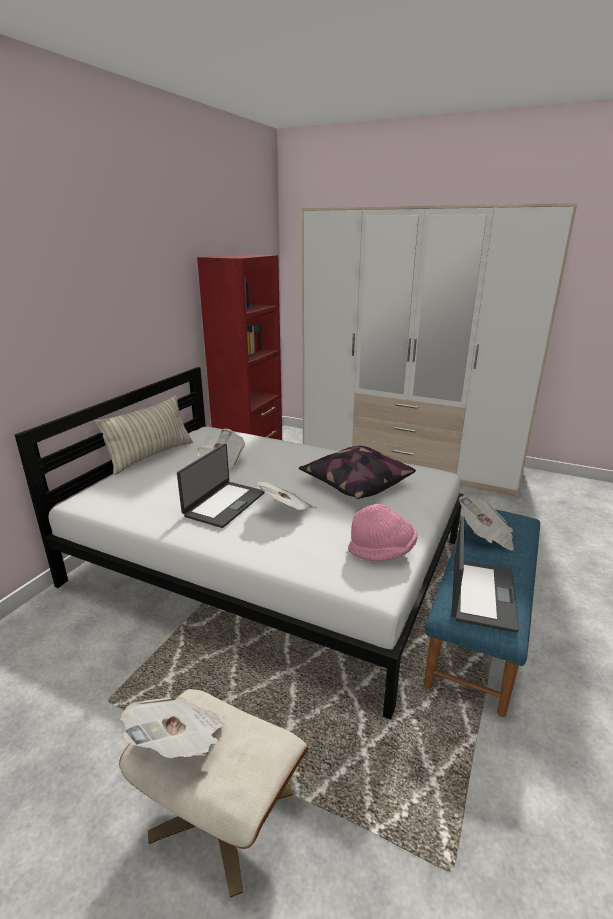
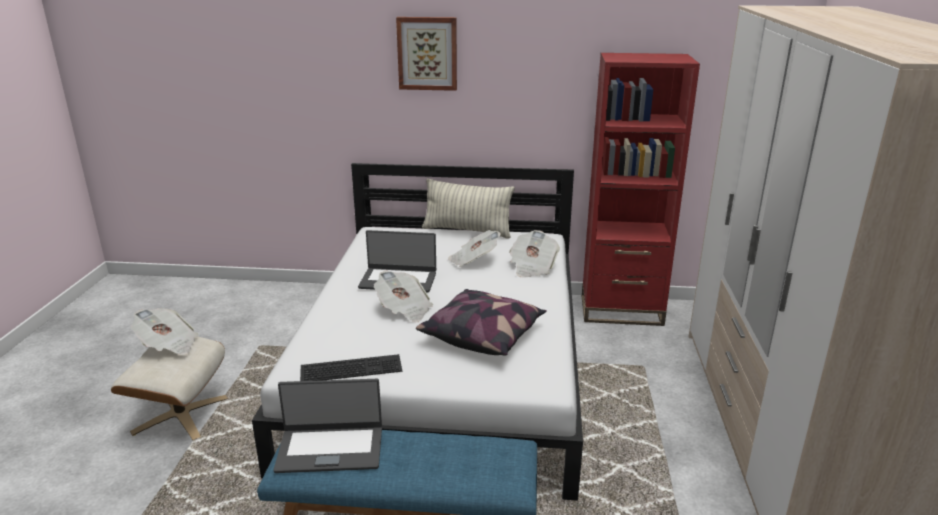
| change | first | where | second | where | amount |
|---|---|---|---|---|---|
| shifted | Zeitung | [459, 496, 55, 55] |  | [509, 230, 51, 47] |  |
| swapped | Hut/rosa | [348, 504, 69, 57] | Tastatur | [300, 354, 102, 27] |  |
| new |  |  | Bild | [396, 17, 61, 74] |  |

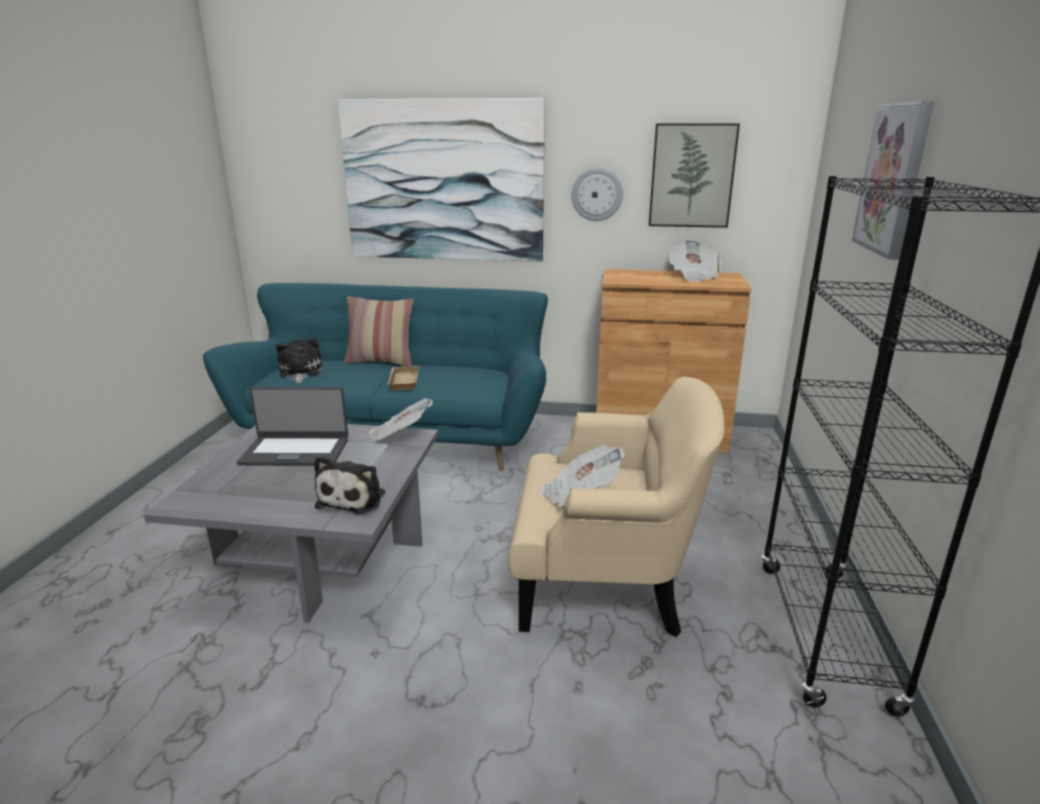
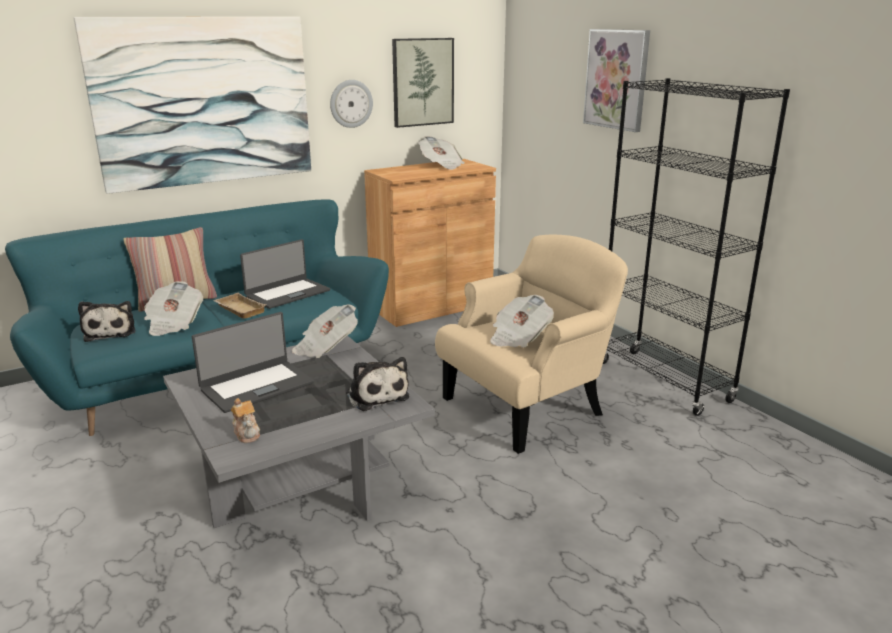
| change | first | where | second | where | amount |
|---|---|---|---|---|---|
| rotated | Plüschtier | [276, 338, 46, 45] |  | [78, 301, 58, 41] | 150 degrees counterclockwise |
| new |  |  | Laptop | [240, 239, 90, 70] |  |
| new |  |  | Zeitung | [144, 281, 59, 55] |  |
| new |  |  | Teekanne | [231, 398, 29, 45] |  |

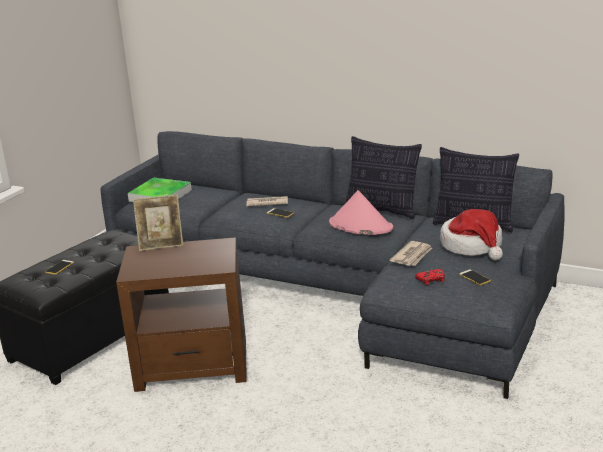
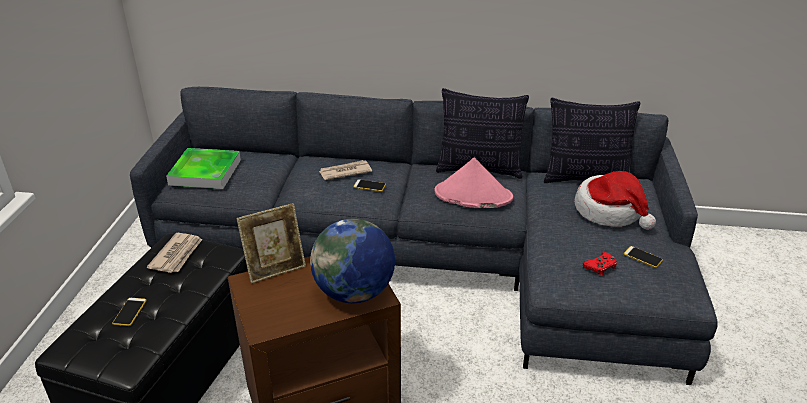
| change | first | where | second | where | amount |
|---|---|---|---|---|---|
| shifted | Zeitung | [390, 241, 42, 25] |  | [147, 233, 55, 40] |  |
| new |  |  | Globus | [310, 219, 85, 84] |  |

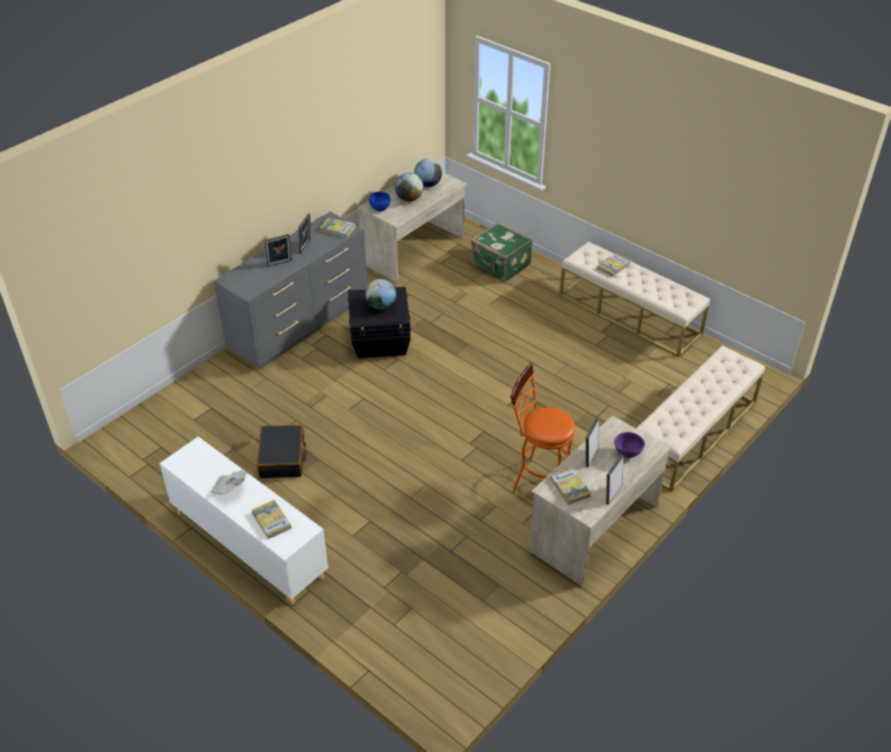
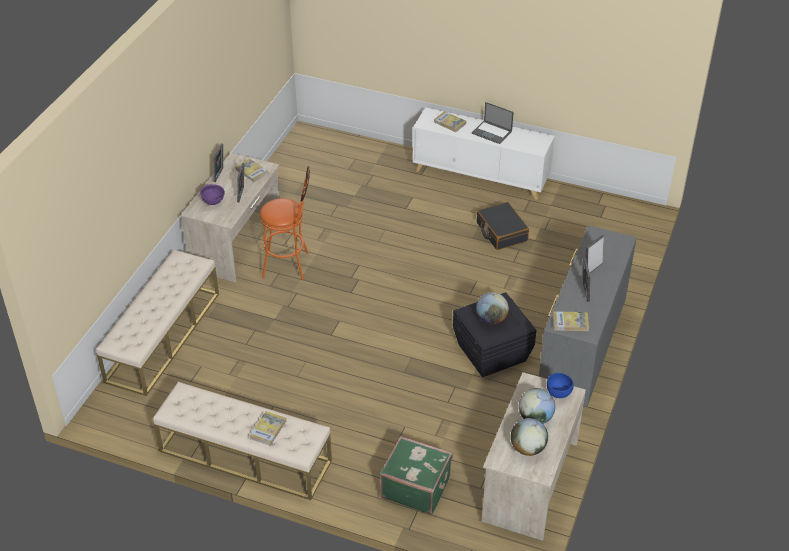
| change | first | where | second | where | amount |
|---|---|---|---|---|---|
| swapped | Zeitung | [210, 470, 38, 25] | Laptop | [472, 102, 42, 42] |  |

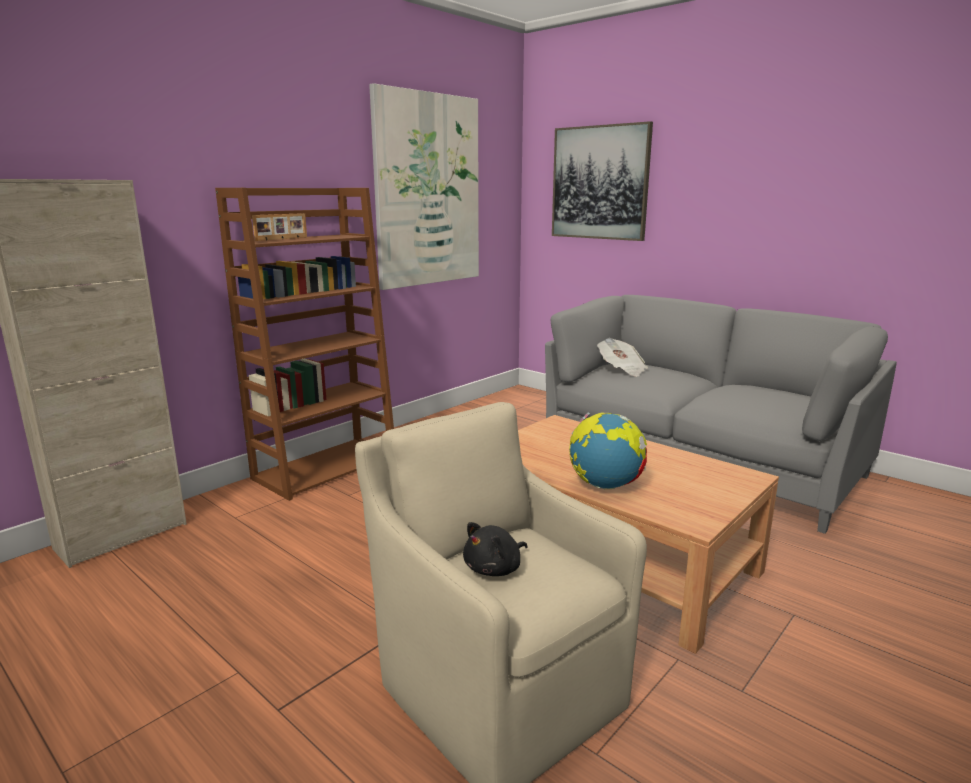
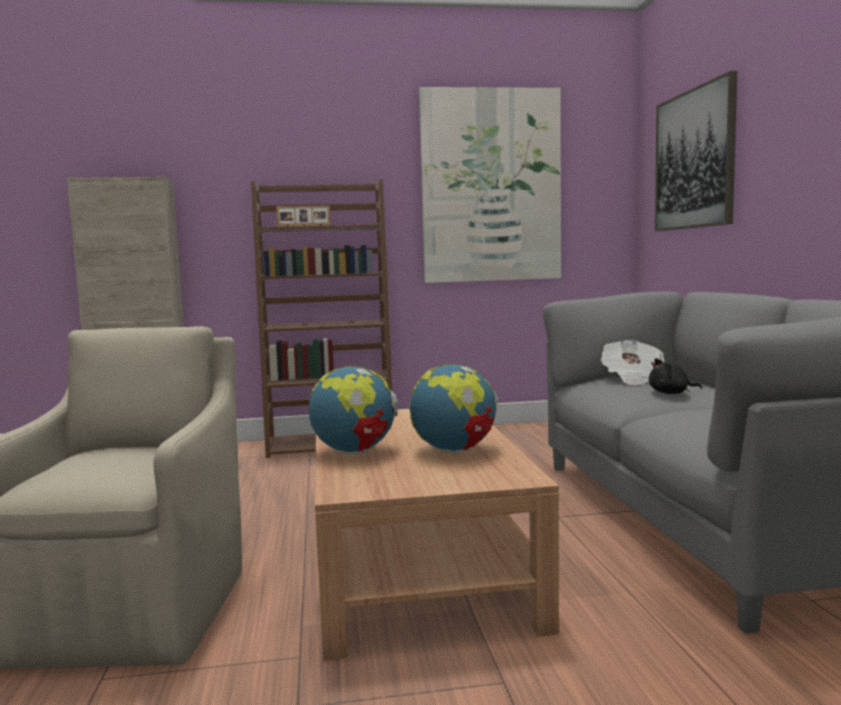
| change | first | where | second | where | amount |
|---|---|---|---|---|---|
| shifted | Plüschtier/schwarz | [463, 522, 65, 54] |  | [649, 358, 53, 36] |  |
| new |  |  | Globus | [409, 364, 89, 89] |  |

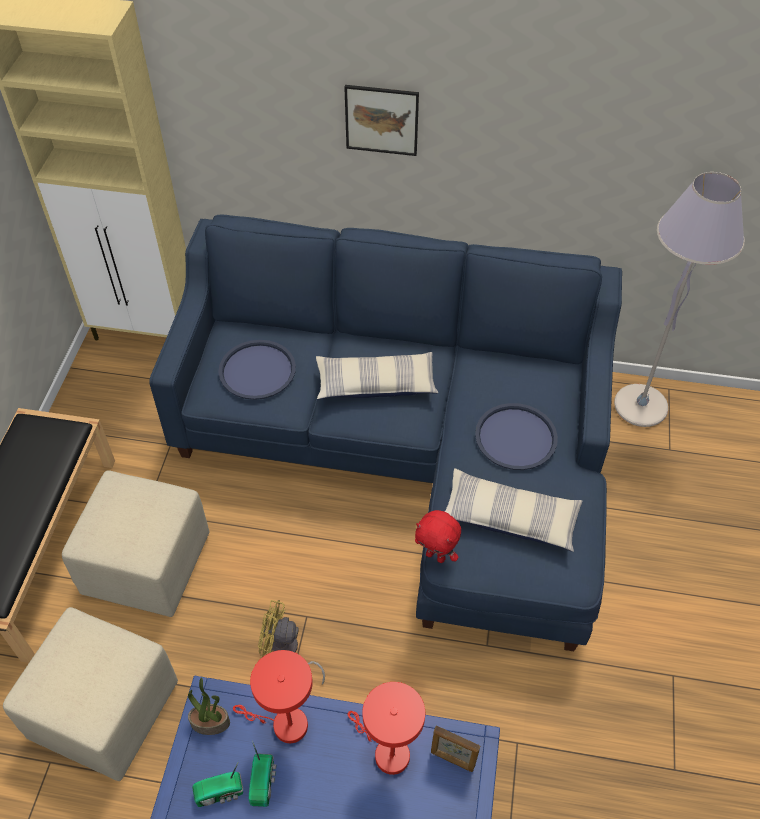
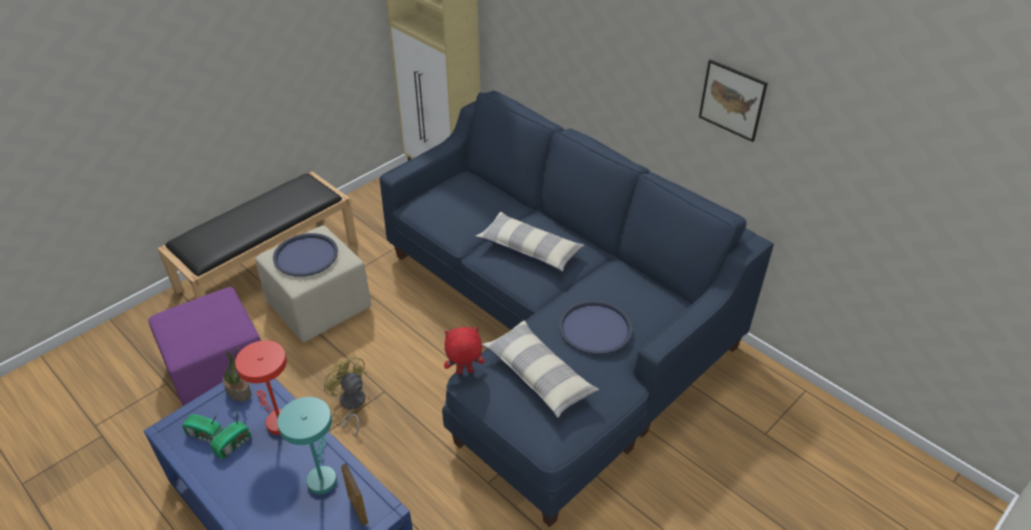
| change | first | where | second | where | amount |
|---|---|---|---|---|---|
| shifted | Bild | [344, 85, 75, 71] |  | [699, 59, 69, 83] |  |
| gone | Stehlampe/grau | [614, 172, 131, 255] |  |  |  |
| shifted | Tablett/blau | [218, 340, 78, 60] |  | [273, 233, 65, 44] |  |
| rotated | Plüschtier/rot | [415, 510, 46, 53] |  | [444, 327, 41, 47] | 105 degrees clockwise |
| repainted | Polsterhocker/beige | [3, 607, 175, 174] | Polsterhocker/lila | [148, 287, 113, 119] |  |
| repainted | Tischlampe/rot | [348, 682, 77, 93] | Tischlampe/türkis | [277, 397, 60, 97] |  |

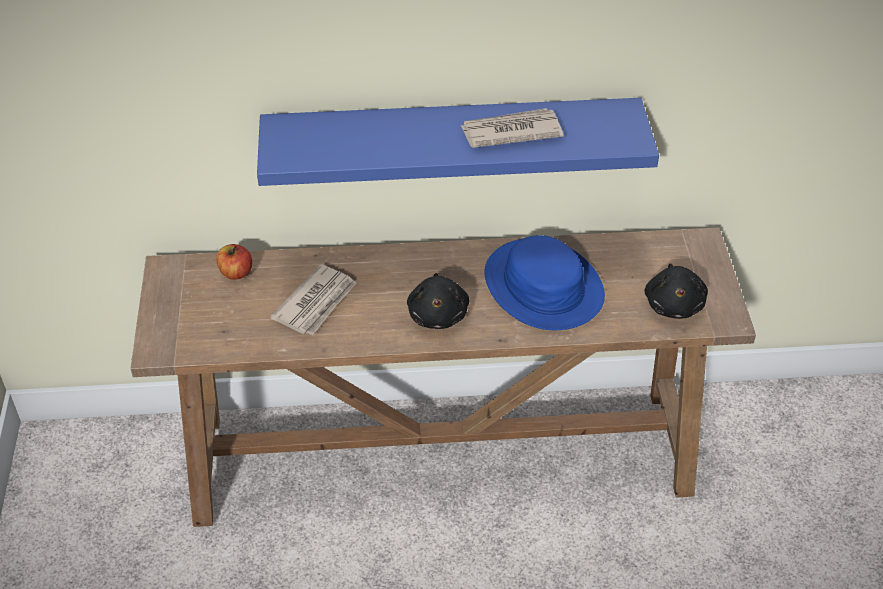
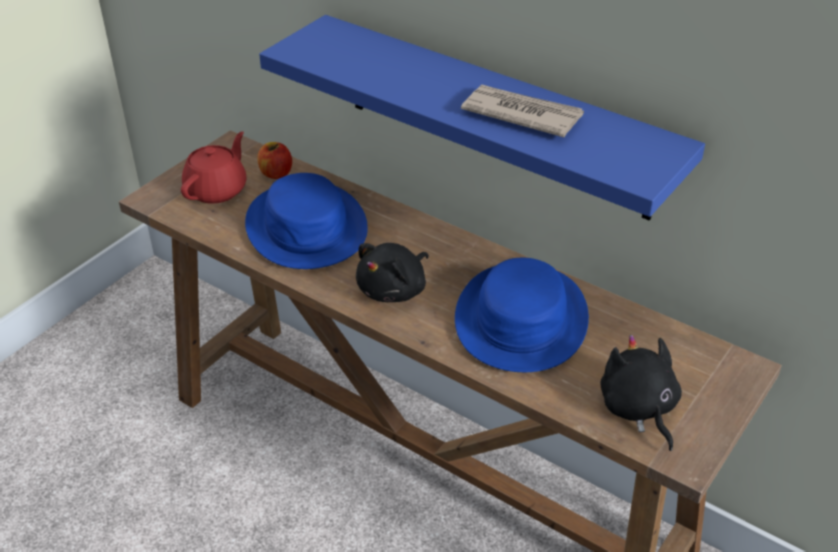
| change | first | where | second | where | amount |
|---|---|---|---|---|---|
| swapped | Zeitung | [270, 264, 86, 71] | Hut/blau | [245, 173, 123, 96] |  |
| rotated | Plüschtier/schwarz | [644, 264, 64, 55] |  | [601, 335, 81, 116] | 120 degrees clockwise |
| new |  |  | Teekanne/rot | [181, 131, 65, 73] |  |

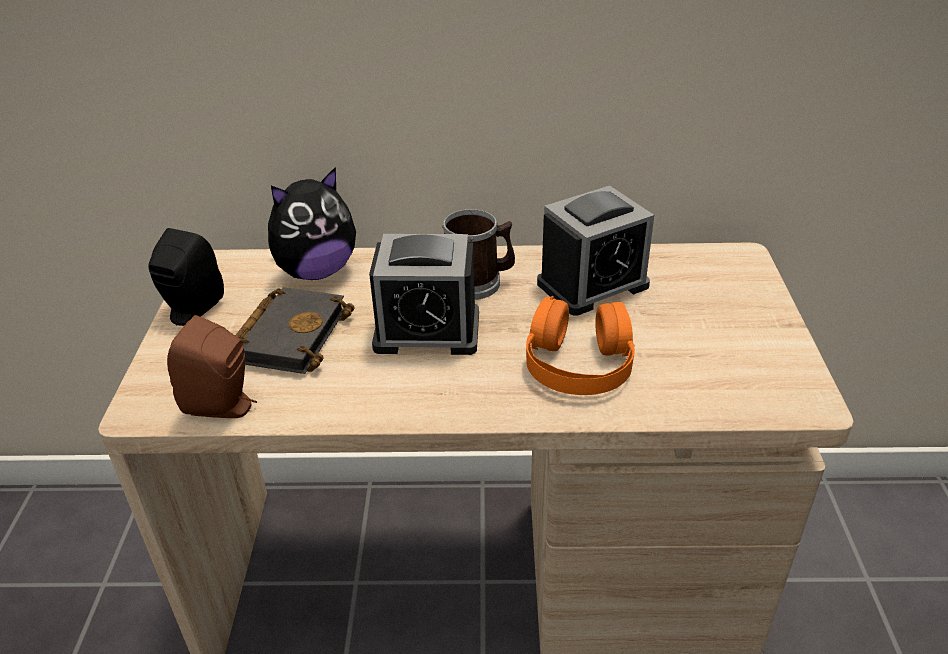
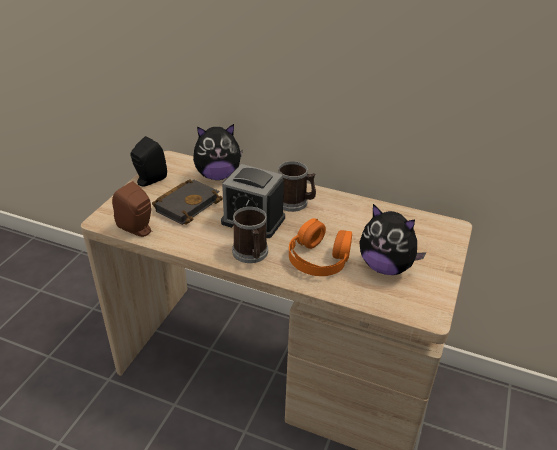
| change | first | where | second | where | amount |
|---|---|---|---|---|---|
| gone | Wecker | [537, 186, 117, 130] |  |  |  |
| new |  |  | Plüschtier | [359, 204, 68, 71] |  |
| new |  |  | Henkelbecher | [232, 207, 36, 56] |  |

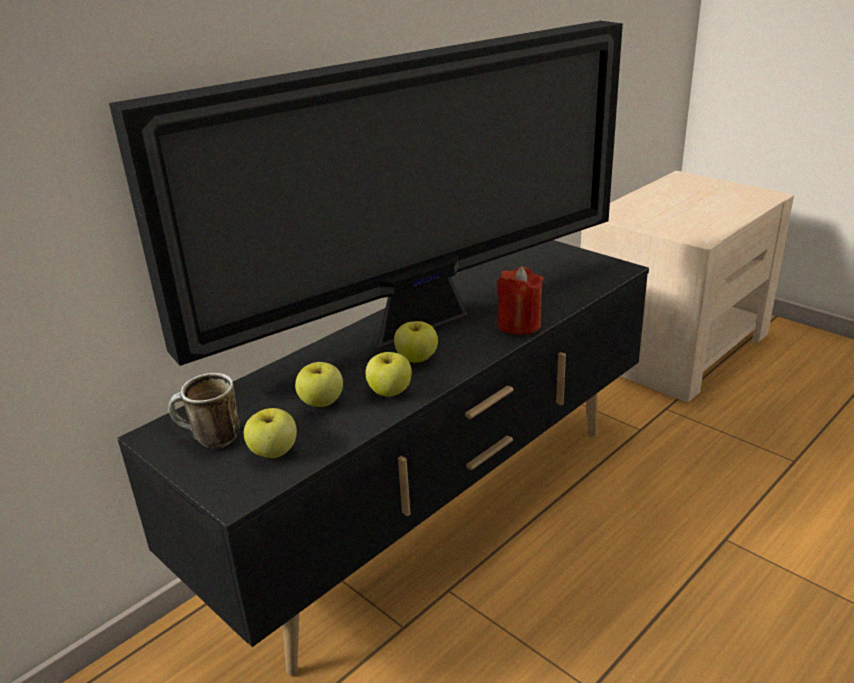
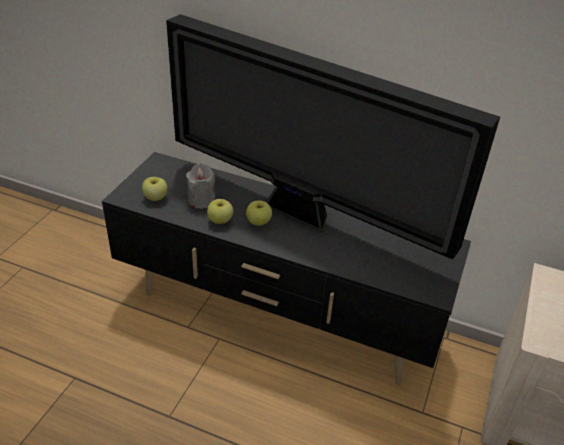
| change | first | where | second | where | amount |
|---|---|---|---|---|---|
| gone | Kerze/rot | [497, 267, 46, 68] |  |  |  |
| swapped | Apfel | [295, 362, 48, 45] | Kerze/grau | [186, 164, 29, 45] |  |
| gone | Henkelbecher | [168, 373, 71, 76] |  |  |  |

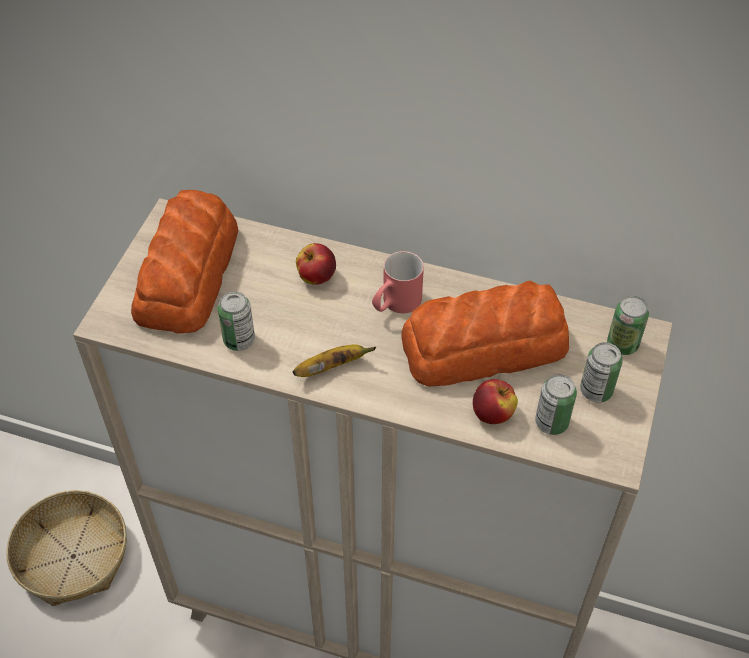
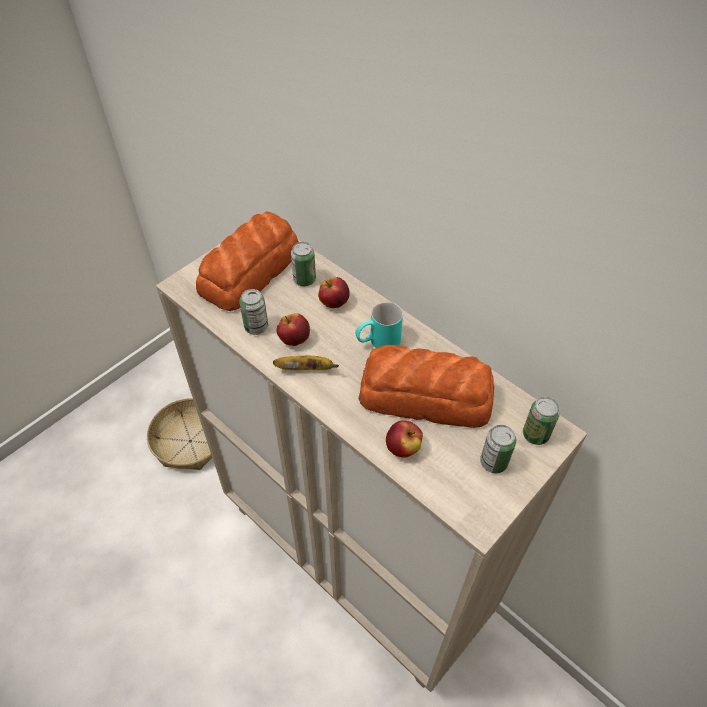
| change | first | where | second | where | amount |
|---|---|---|---|---|---|
| repainted | Henkelbecher/rot | [372, 251, 52, 62] | Henkelbecher/türkis | [355, 302, 48, 46] |  |
| shifted | Dose | [535, 374, 42, 61] |  | [291, 242, 25, 44] |  |
| new |  |  | Apfel | [276, 313, 34, 33] |  |

